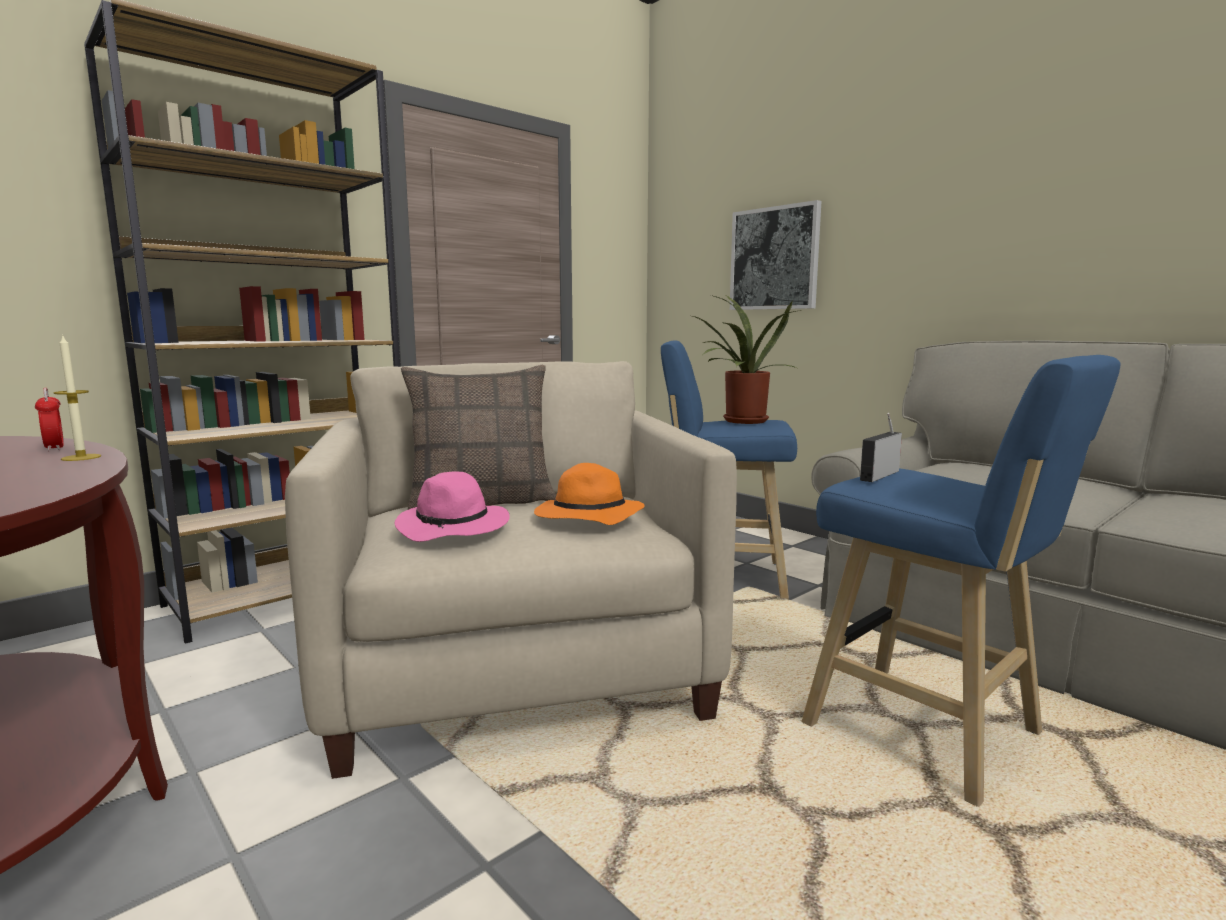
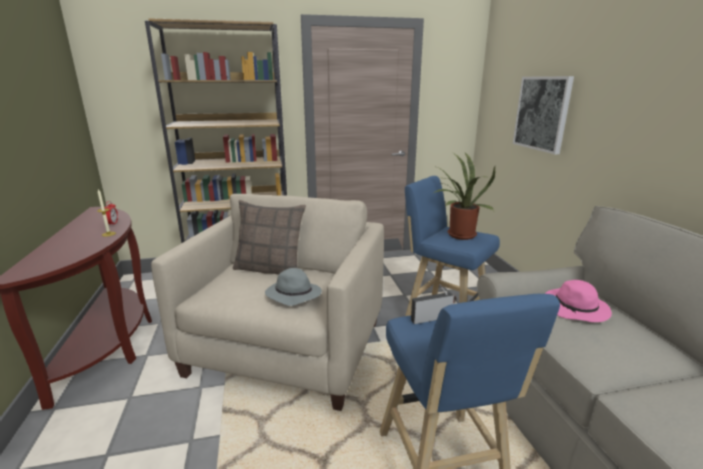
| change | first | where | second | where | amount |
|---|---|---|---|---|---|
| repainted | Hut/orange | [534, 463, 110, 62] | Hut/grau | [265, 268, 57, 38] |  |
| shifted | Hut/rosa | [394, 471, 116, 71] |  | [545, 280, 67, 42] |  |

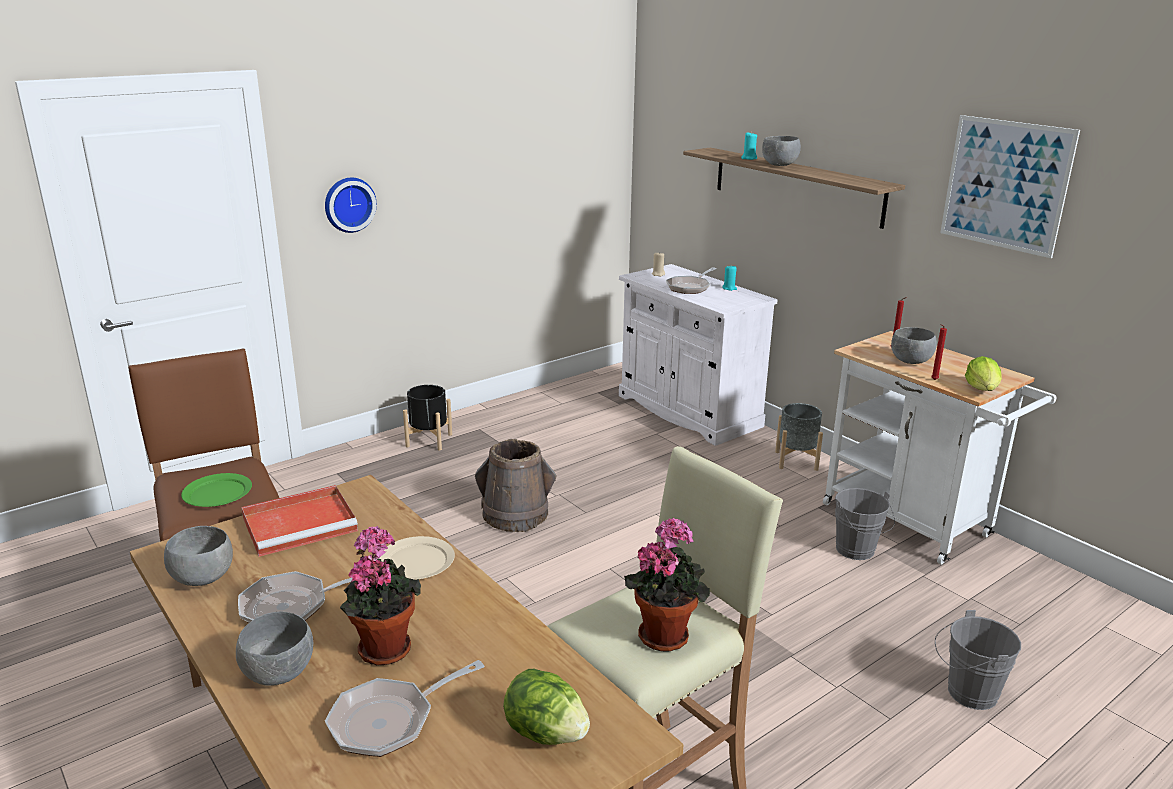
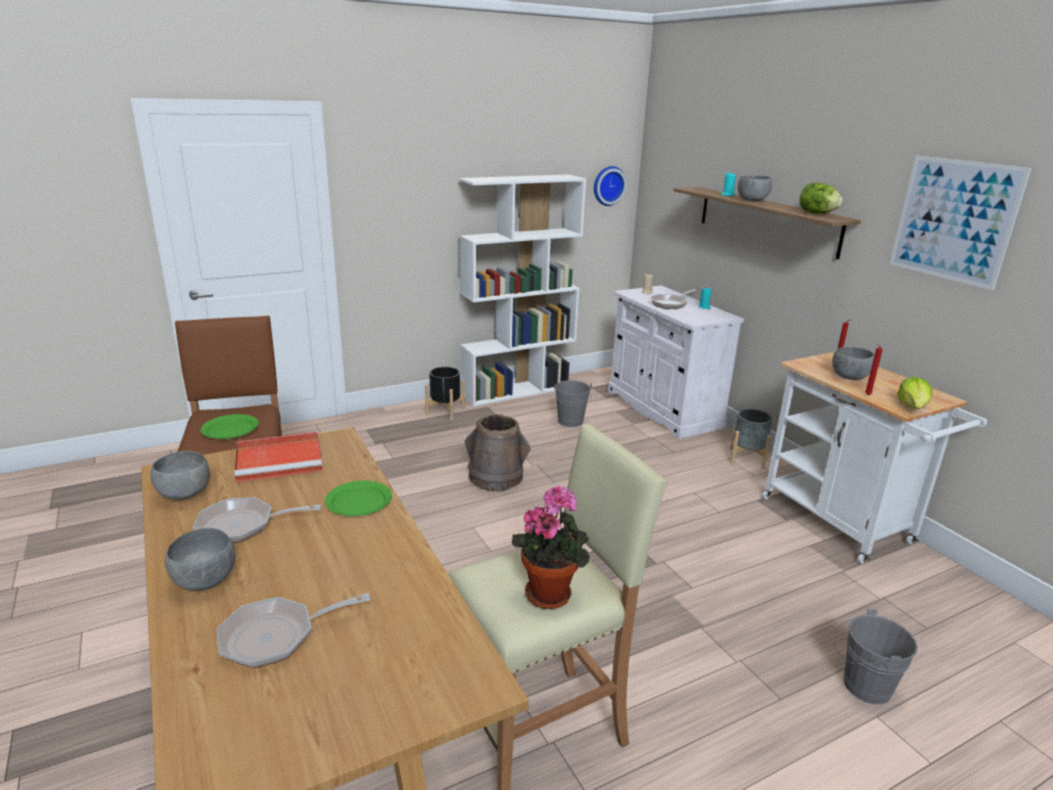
| change | first | where | second | where | amount |
|---|---|---|---|---|---|
| shifted | Wanduhr | [325, 178, 52, 55] |  | [594, 166, 33, 40] |  |
| shifted | Eimer/grau | [835, 488, 60, 72] |  | [554, 380, 38, 47] |  |
| gone | Topfpflanze | [340, 526, 81, 140] |  |  |  |
| repainted | Teller/beige | [379, 536, 76, 44] | Teller/grün | [325, 480, 67, 36] |  |
| shifted | Salatkopf | [503, 669, 87, 76] |  | [799, 183, 44, 31] |  |
| new |  |  | Bücherregal/weiß | [459, 174, 127, 232] |  |

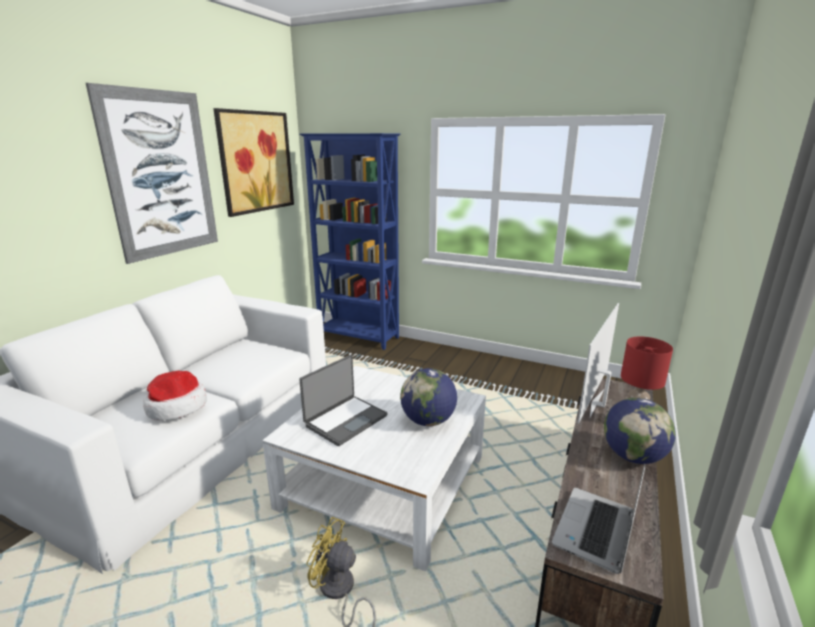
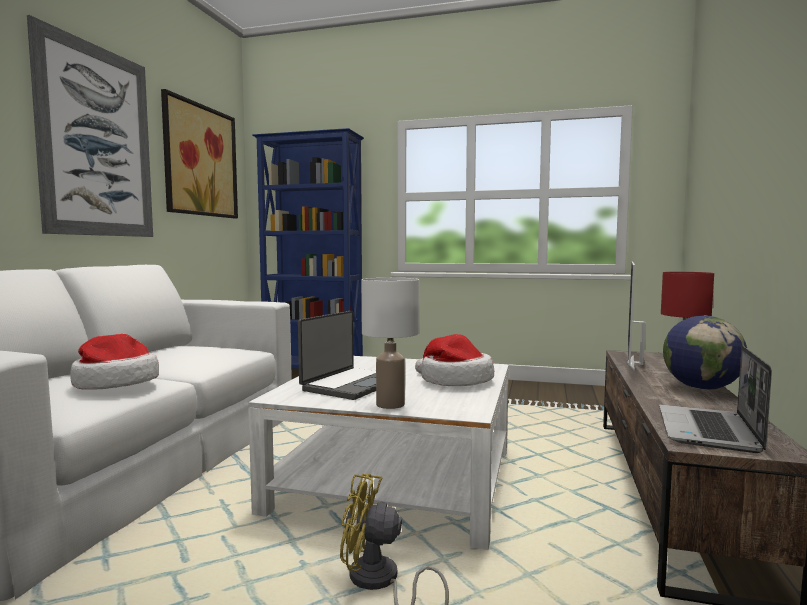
| change | first | where | second | where | amount |
|---|---|---|---|---|---|
| swapped | Globus | [400, 368, 57, 58] | Hut | [415, 334, 79, 52] |  |
| new |  |  | Tischlampe/weiß | [361, 278, 58, 131] |  |

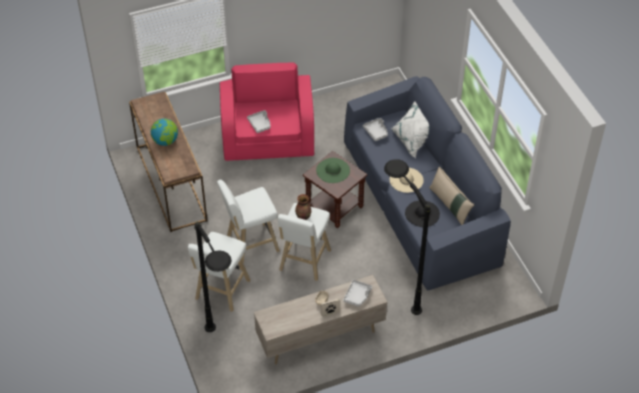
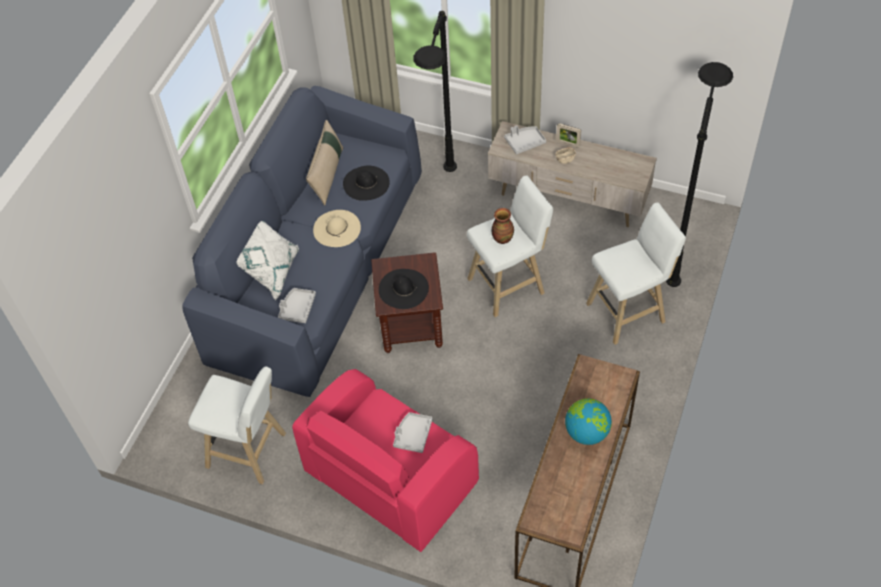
| change | first | where | second | where | amount |
|---|---|---|---|---|---|
| repainted | Hut/grün | [316, 158, 34, 25] | Hut/schwarz | [379, 269, 50, 40] |  |
| shifted | Hocker/weiß | [217, 180, 63, 84] |  | [188, 366, 98, 118] |  |

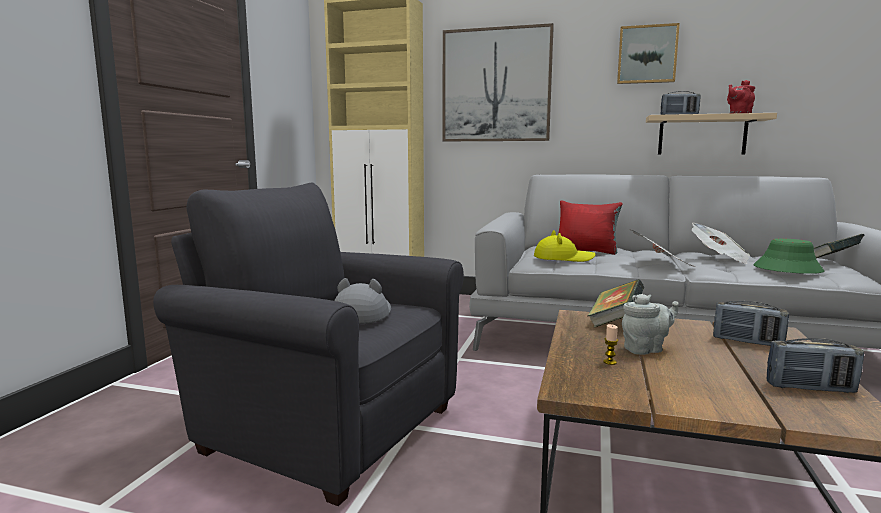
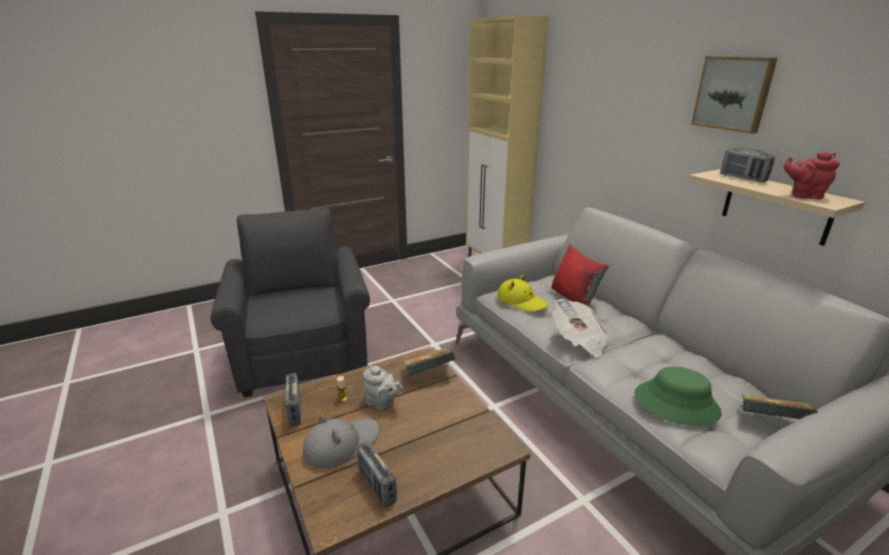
| change | first | where | second | where | amount |
|---|---|---|---|---|---|
| gone | Bild | [443, 23, 111, 118] |  |  |  |
| gone | Zeitung | [691, 223, 59, 41] |  |  |  |
| shifted | Hut/grau | [334, 278, 57, 46] |  | [303, 415, 76, 53] |  |
| shifted | Radio | [713, 301, 76, 45] |  | [285, 373, 16, 53] |  |

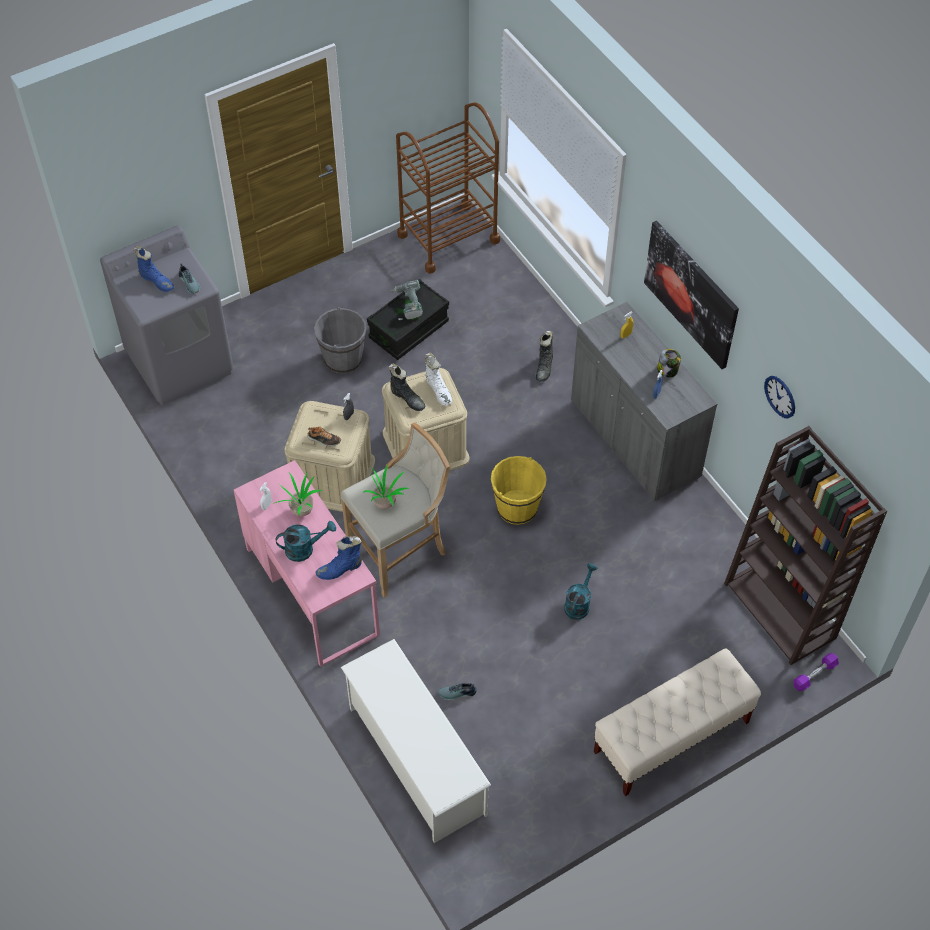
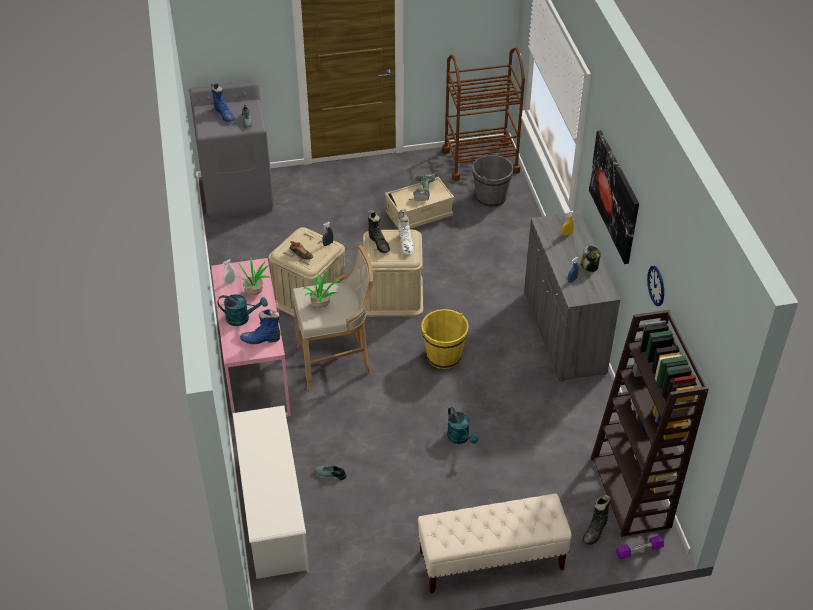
| change | first | where | second | where | amount |
|---|---|---|---|---|---|
| repainted | Aufbewahrungsbox/schwarz | [367, 279, 82, 81] | Aufbewahrungsbox/beige | [385, 177, 69, 53] |  |
| shifted | Eimer/grau | [314, 307, 52, 67] |  | [472, 154, 42, 53] |  |
| shifted | Stiefel/schwarz | [536, 331, 17, 51] |  | [582, 495, 29, 50] |  |
| rotated | Gießkanne/türkis | [564, 563, 33, 57] |  | [447, 407, 32, 37] | 105 degrees clockwise |

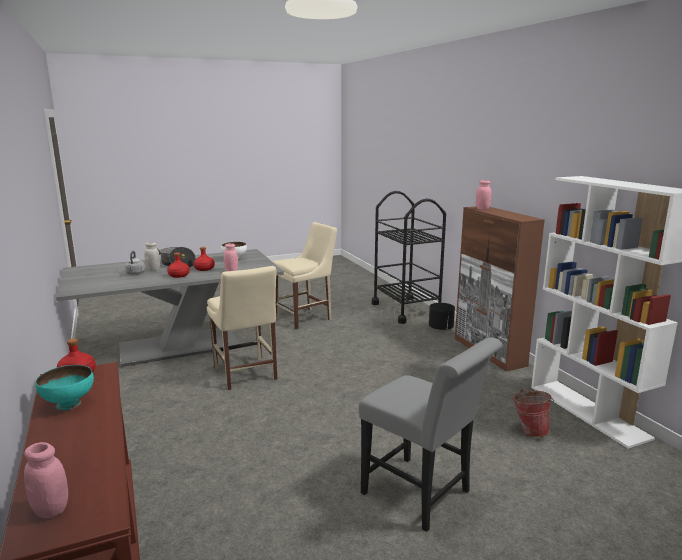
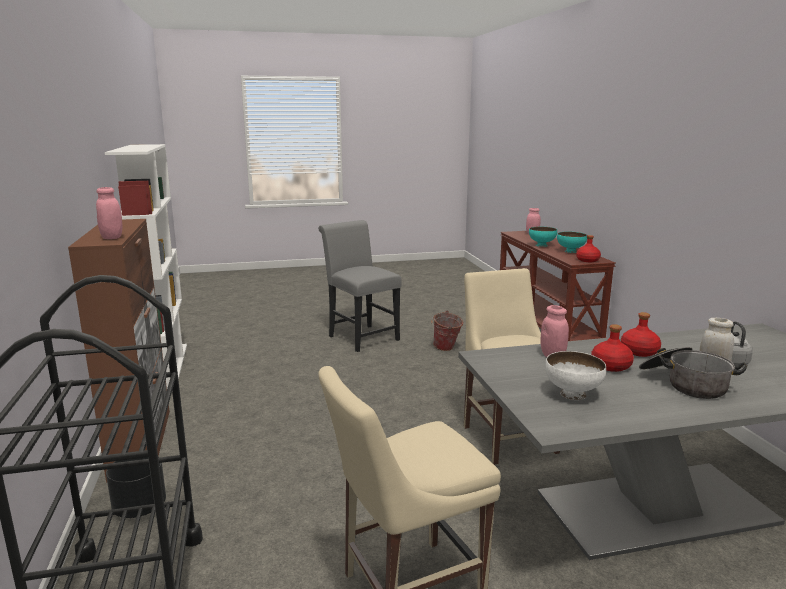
| change | first | where | second | where | amount |
|---|---|---|---|---|---|
| shifted | Eimer | [513, 389, 41, 48] |  | [431, 311, 32, 40] |  |
| new |  |  | Schüssel/türkis | [529, 227, 28, 20] |  |

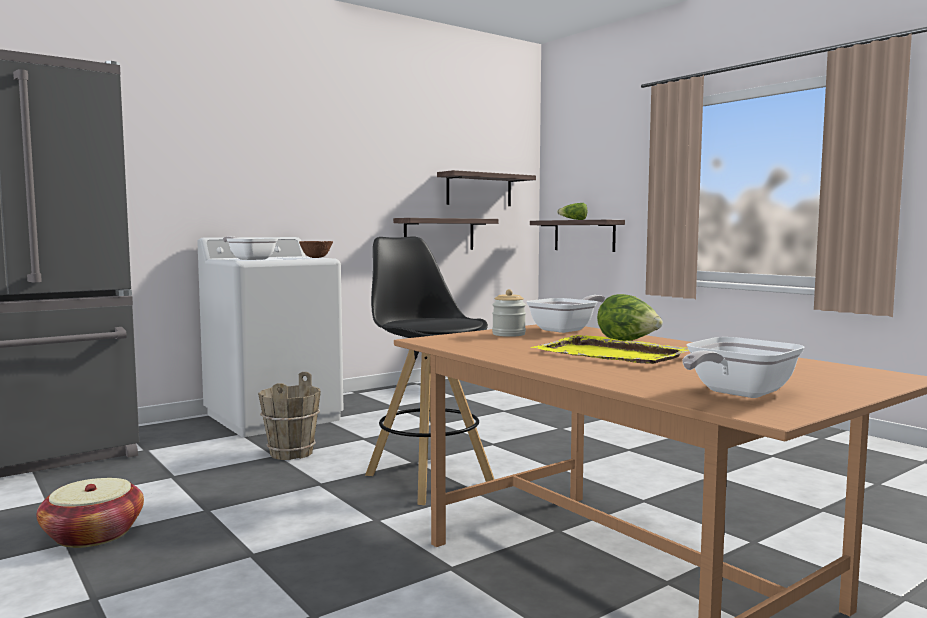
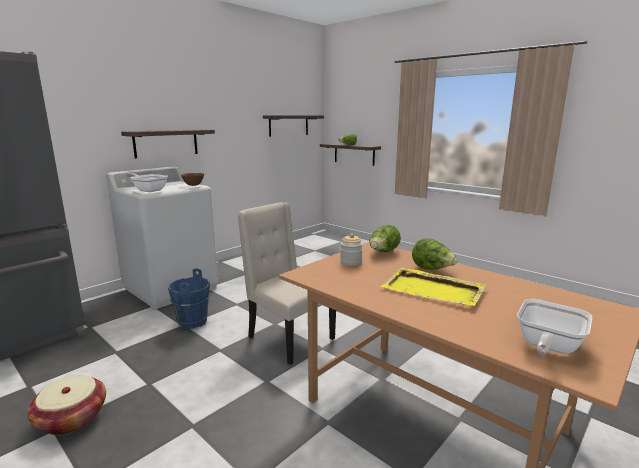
| change | first | where | second | where | amount |
|---|---|---|---|---|---|
| shifted | Wandregal | [393, 218, 106, 32] |  | [121, 129, 94, 29] |  |
| swapped | Hocker/schwarz | [365, 236, 130, 269] | Stuhl/beige | [237, 202, 99, 163] |  |
| swapped | Pfanne | [526, 295, 79, 38] | Salatkopf | [369, 225, 32, 27] |  |
| repainted | Eimer/braun | [258, 372, 63, 88] | Eimer/blau | [168, 268, 42, 61] |  |

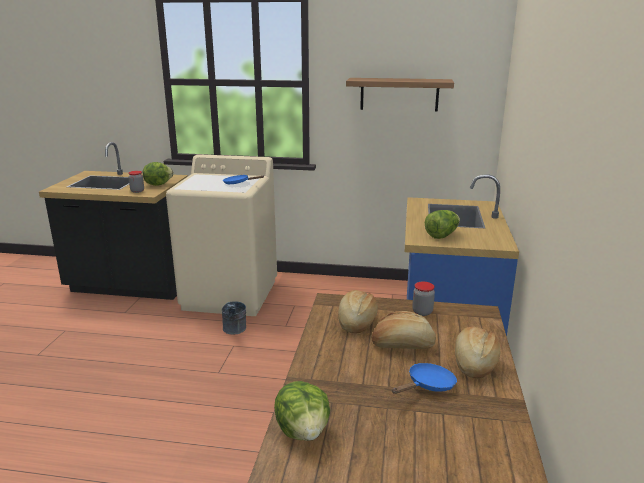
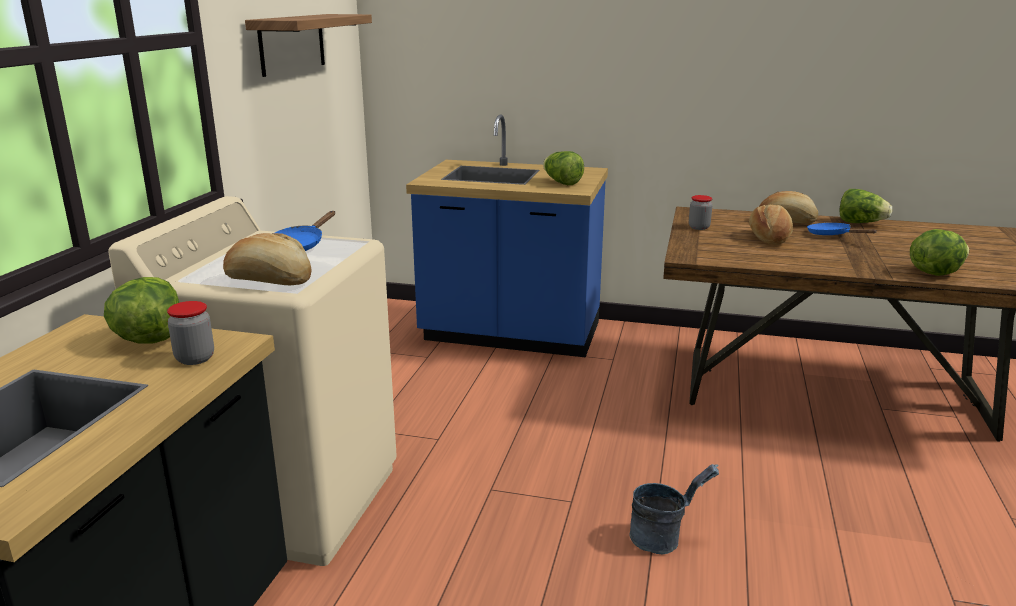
| change | first | where | second | where | amount |
|---|---|---|---|---|---|
| shifted | Brot | [338, 290, 40, 44] |  | [223, 233, 89, 52] |  |
| shifted | Eimer/grau | [222, 301, 24, 33] |  | [630, 464, 89, 90] |  |
| new |  |  | Salatkopf | [839, 189, 53, 34] |  |

